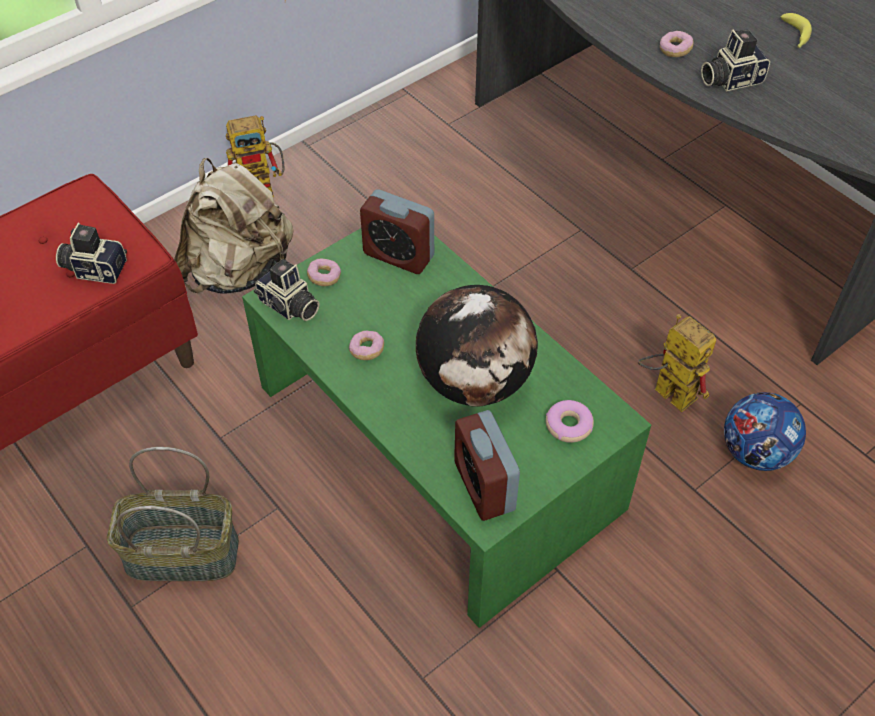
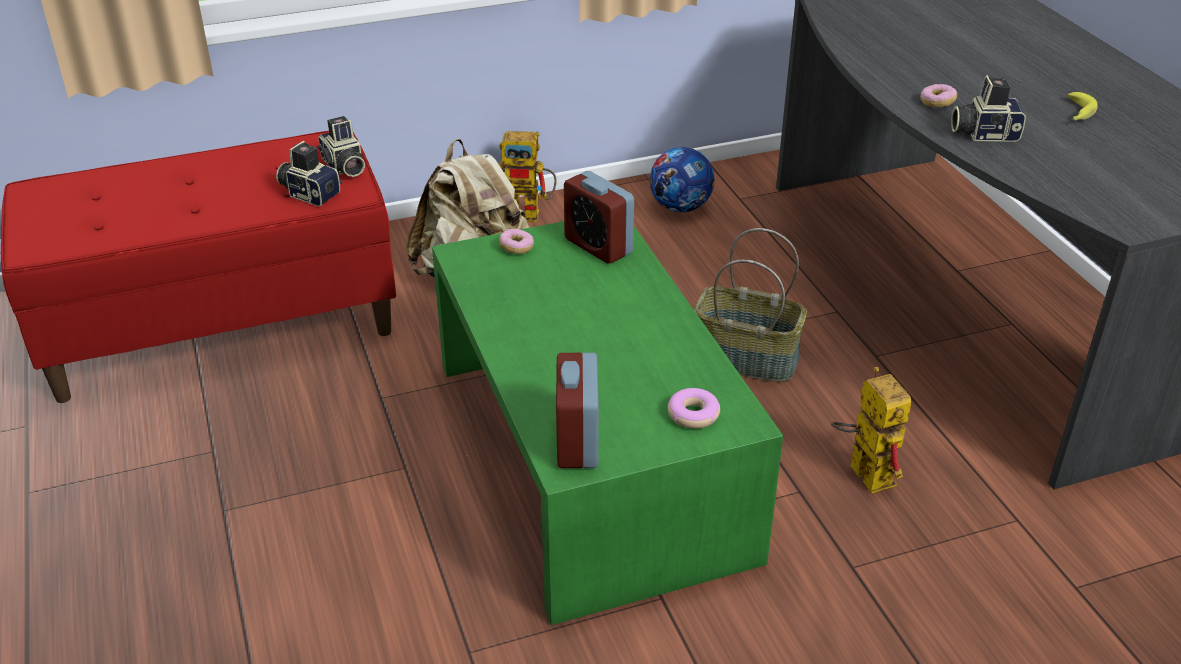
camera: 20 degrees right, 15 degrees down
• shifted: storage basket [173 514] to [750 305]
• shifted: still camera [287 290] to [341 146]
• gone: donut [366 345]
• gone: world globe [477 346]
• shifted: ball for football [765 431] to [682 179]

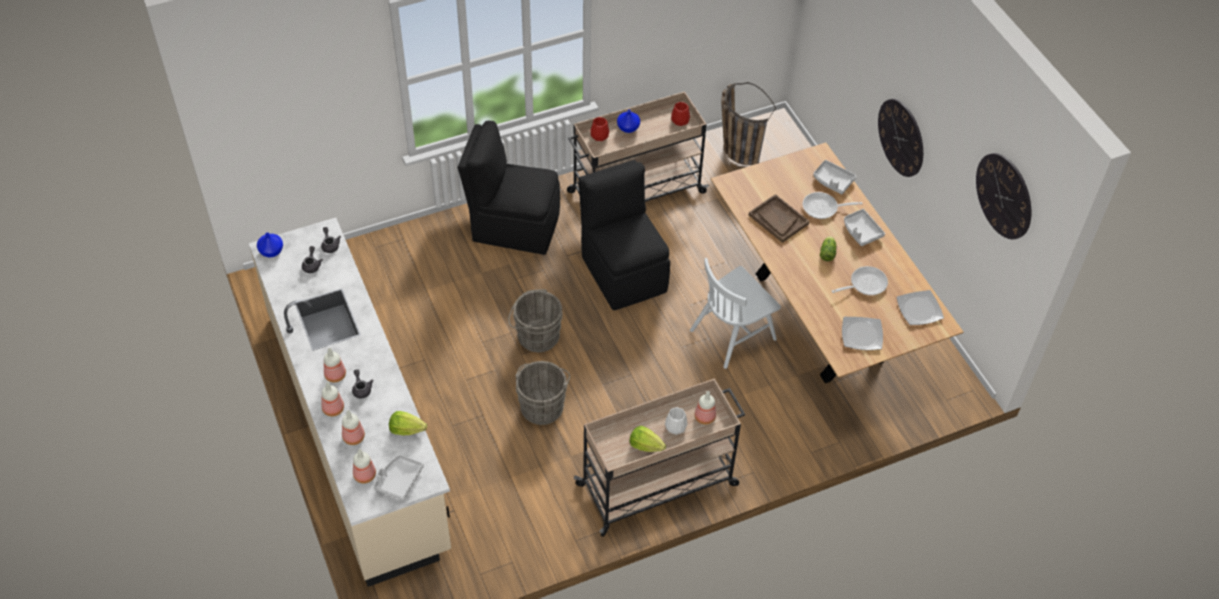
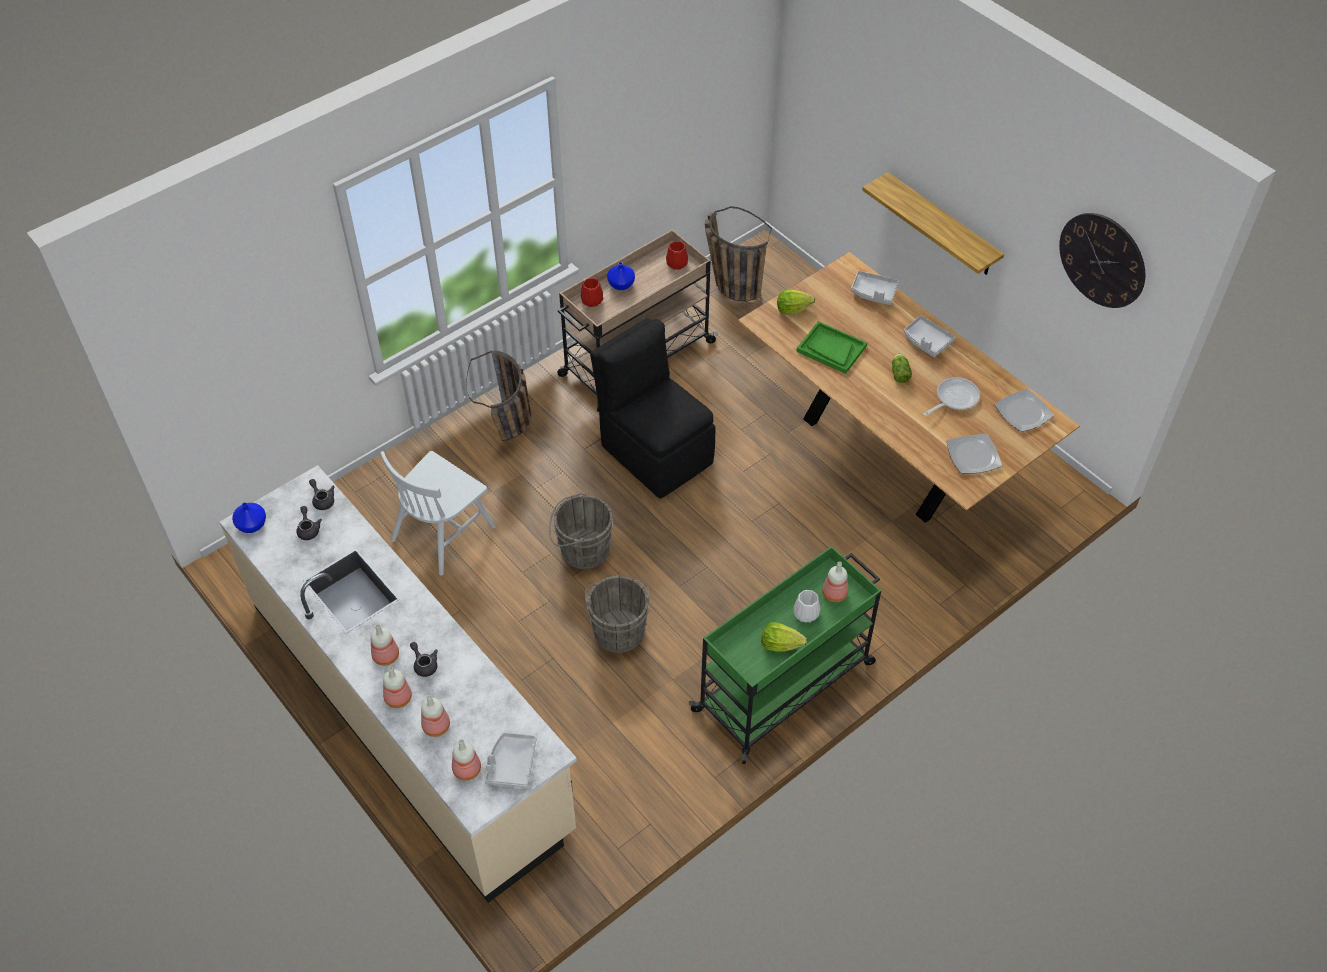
camera: 15 degrees left, 0 degrees up
• shifted: lettuce head [408 423] to [796 302]
• swapped: plain chair in black-coloured [509 188] to storage basket [498 395]
• repainted: cart in beige-coloured [659 457] to cart in green-coloured [785 655]
• shifted: plain chair in white [735 313] to [438 513]
• repainted: tray in brownish [779 218] to tray in green-coloured [831 347]
• gone: pan [833 205]
• swapped: hanging clock [900 138] to shelf [933 223]

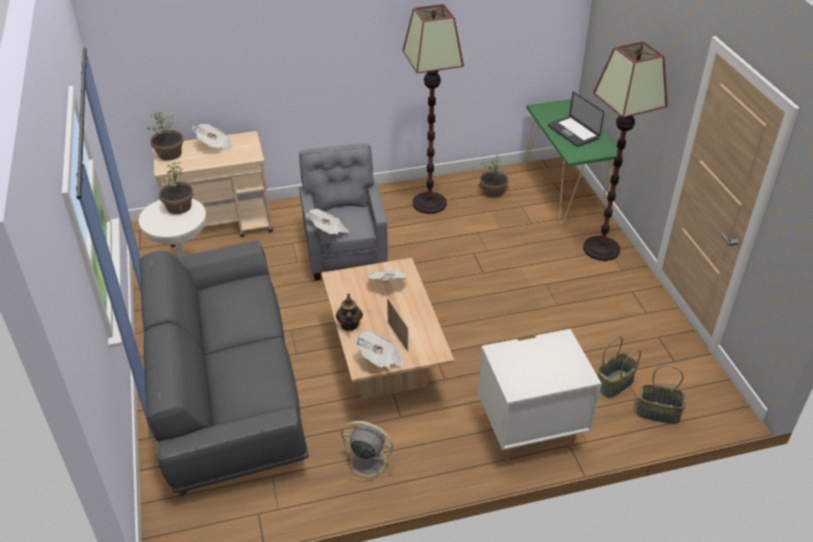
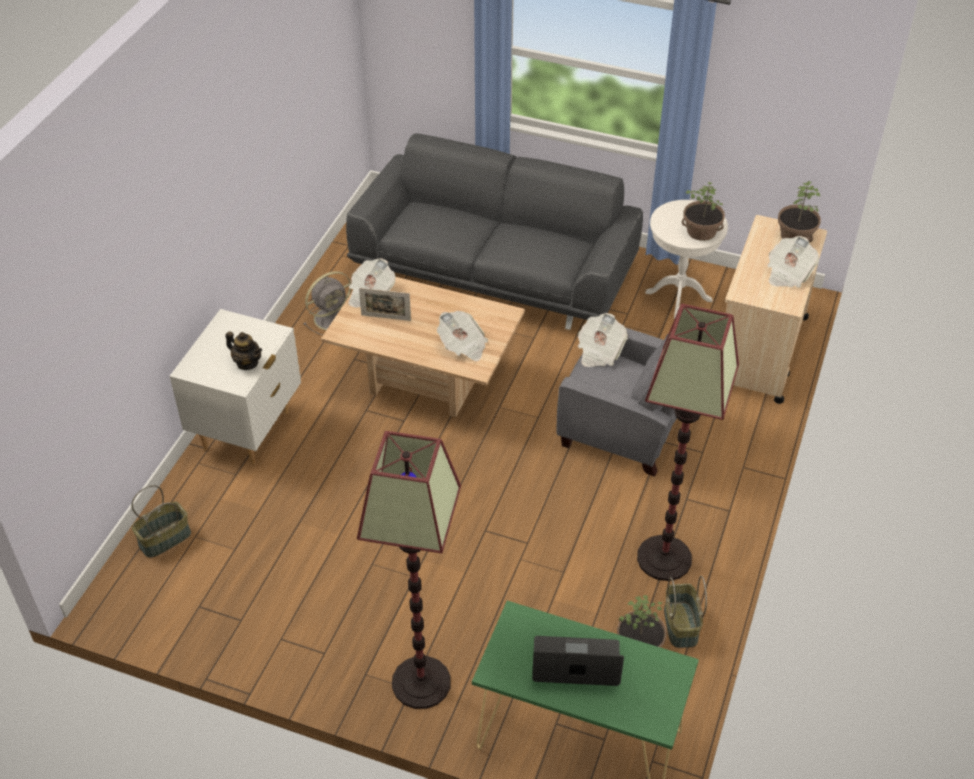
camera: 125 degrees right, 5 degrees up
• shifted: tea pot [349 312] to [244 350]
• shifted: storage basket [619 367] to [685 612]

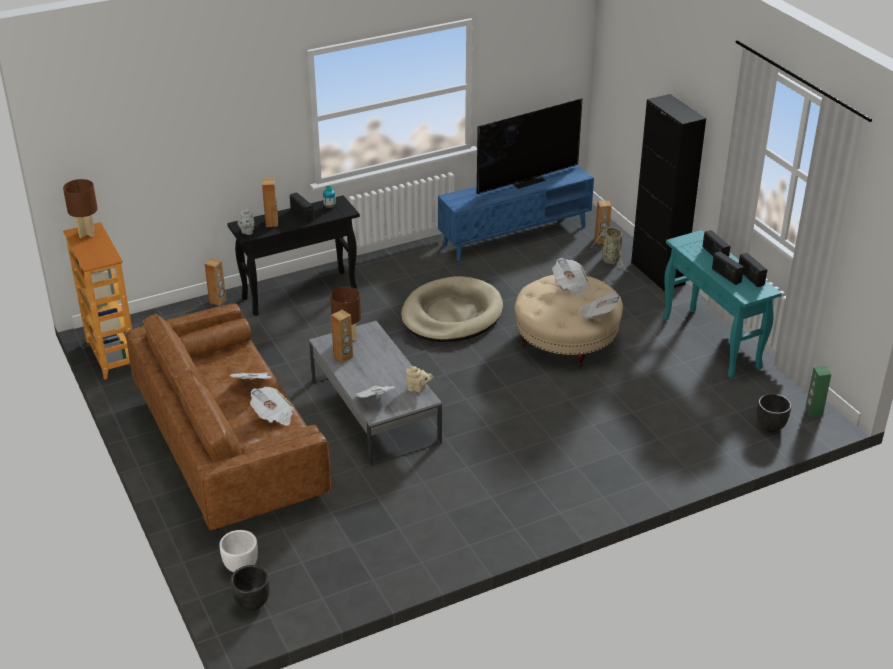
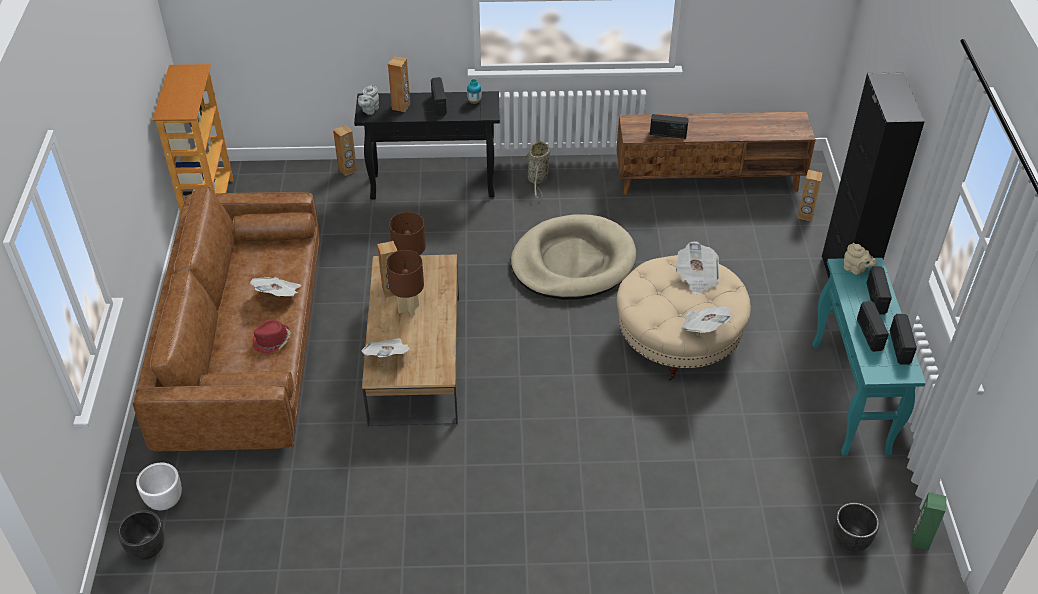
camera: 25 degrees right, 10 degrees up
• shifted: lamp for a table in brownish [80 208] to [405 283]
• swapped: printed paper [272 406] to clothing hat in red-coloured [271 336]
• repainted: lounge table in greyish [375 393] to lounge table in brownish [410 340]
• shifted: tea pot in beige-coloured [419 379] to [860 259]
• repainted: tv stand in blue-coloured [516 213] to tv stand in brownish [716 153]
• gone: TV [529 146]
• shifted: storage basket [609 249] to [536 169]
• new: radio [669 126]

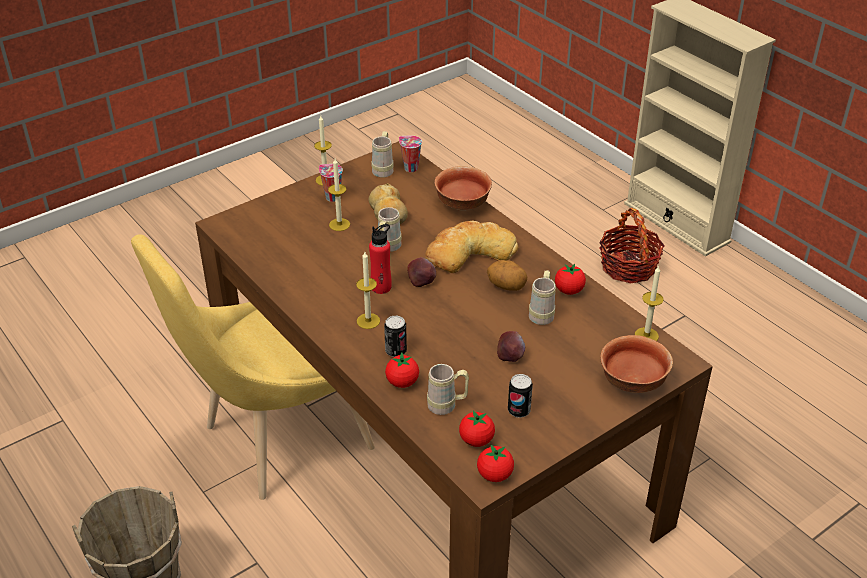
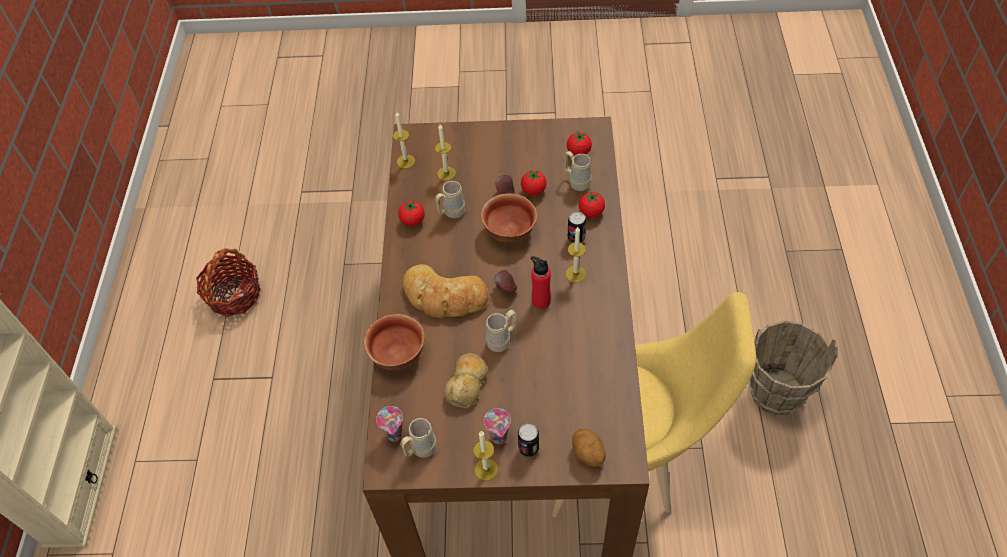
camera: 140 degrees left, 15 degrees up
• shifted: wax candle [339 194] to [445 152]
• shifted: whole tomato [495 463] to [534 183]
• shifted: whole potato [507 275] to [589 448]
• shifted: sealed can [520 396] to [528 440]
• shifted: storage basket [632 245] to [228 283]
• shifted: serving bowl [636 364] to [509 217]

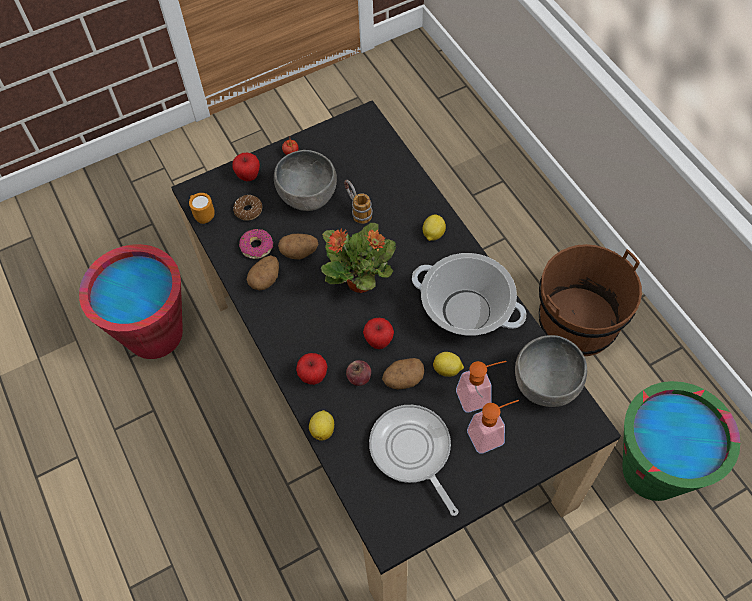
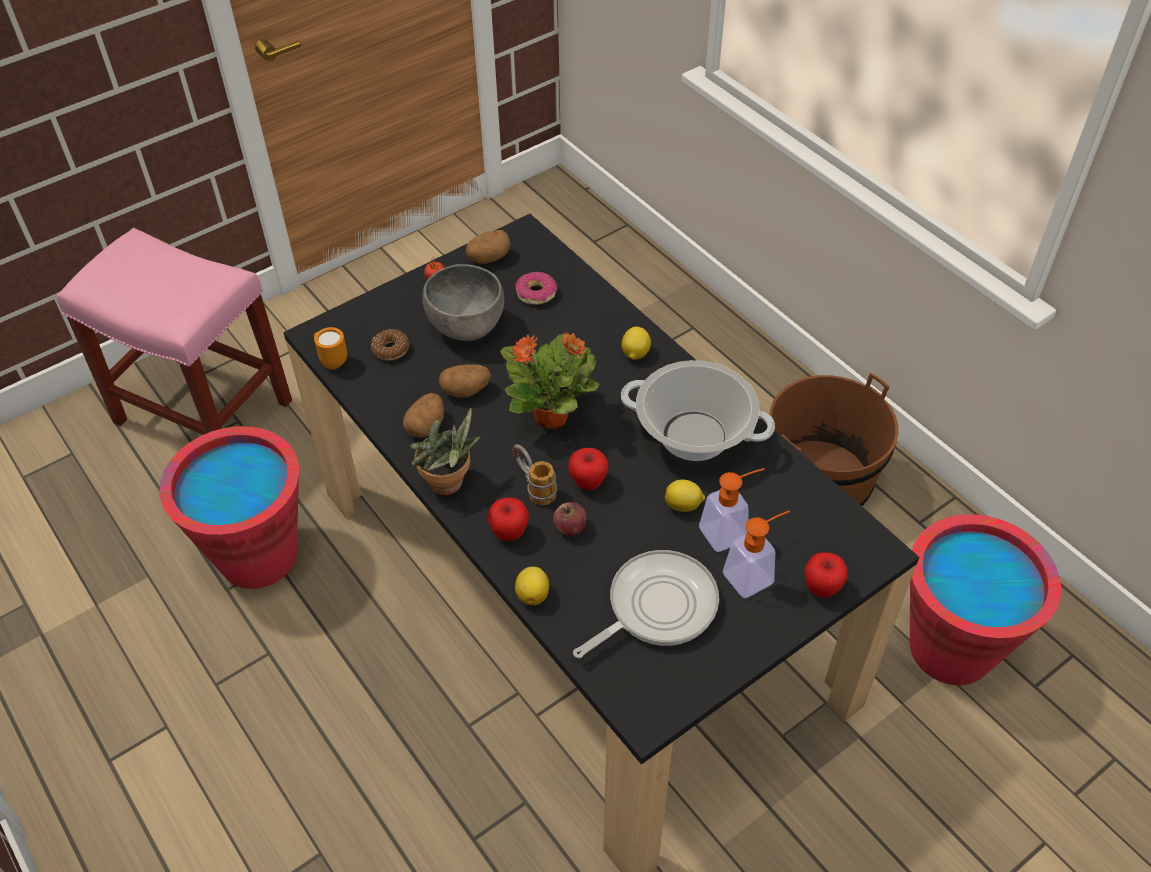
camera: 10 degrees left, 10 degrees down
• shifted: apple [246 167] to [826 574]
• shifted: donut [256 244] to [536 288]
• shifted: mug [358 202] to [534 474]
• rotated: pan [414 460] = [646 604] 90 degrees clockwise
• shifted: whole potato [403 373] to [487 247]
• gone: serving bowl in greyish [551 371]
• repainted: water bucket in green-coloured [681 441] to water bucket in red-coloured [985 599]
• new: sitting stool in pinkish [174 331]
• new: potted plant [445 451]

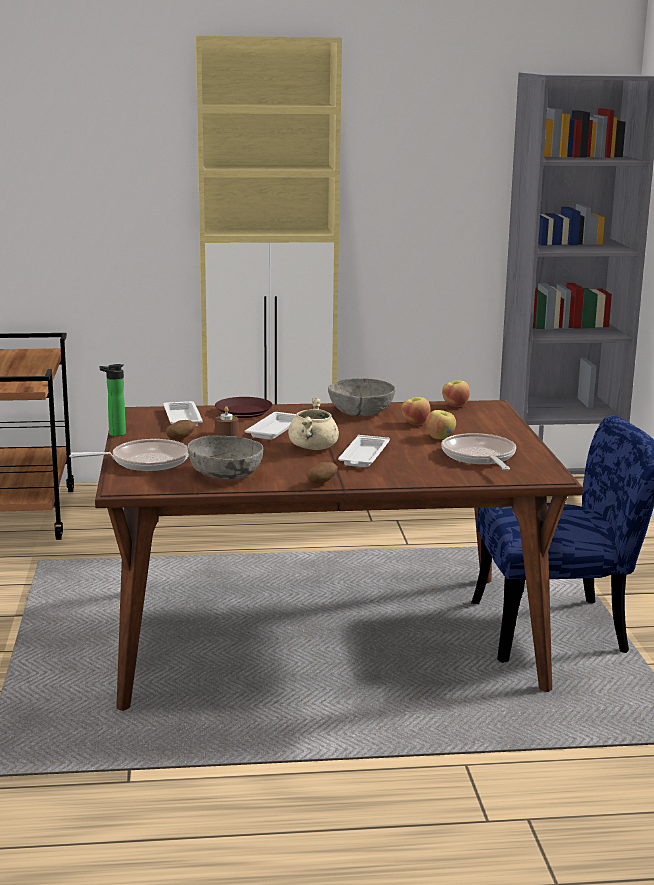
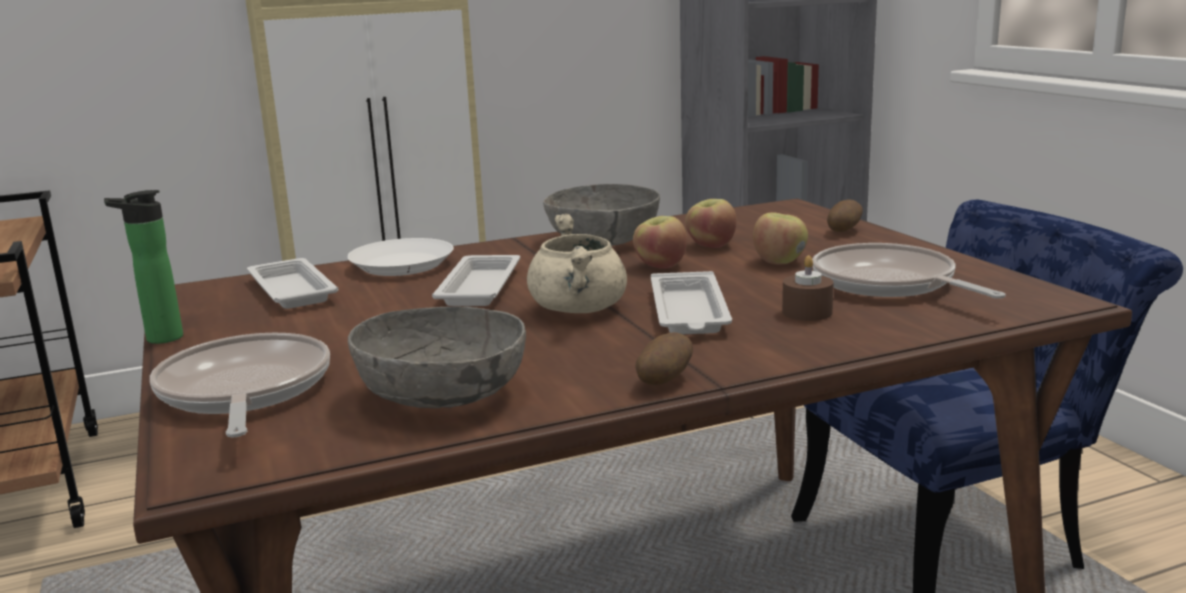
camera: 15 degrees left, 0 degrees up
• rotated: pan [129 455] = [240 385] 75 degrees counterclockwise
• shifted: whole potato [181 430] to [845 215]
• repainted: dinner plate in brownish [244 407] to dinner plate in white [400 257]
• shifted: wax candle in brownish [227 421] to [808 288]
• shifted: apple [456 393] to [660 242]

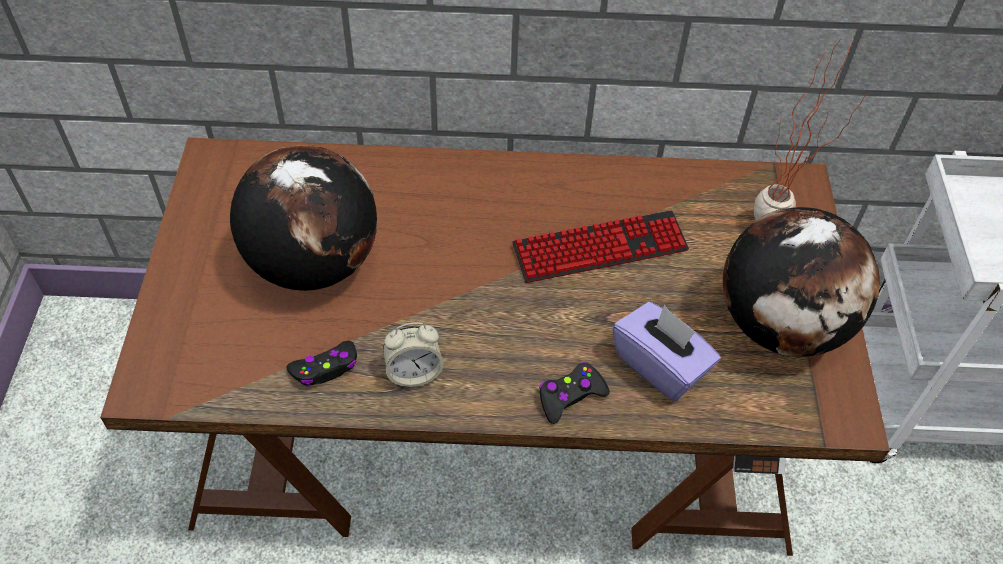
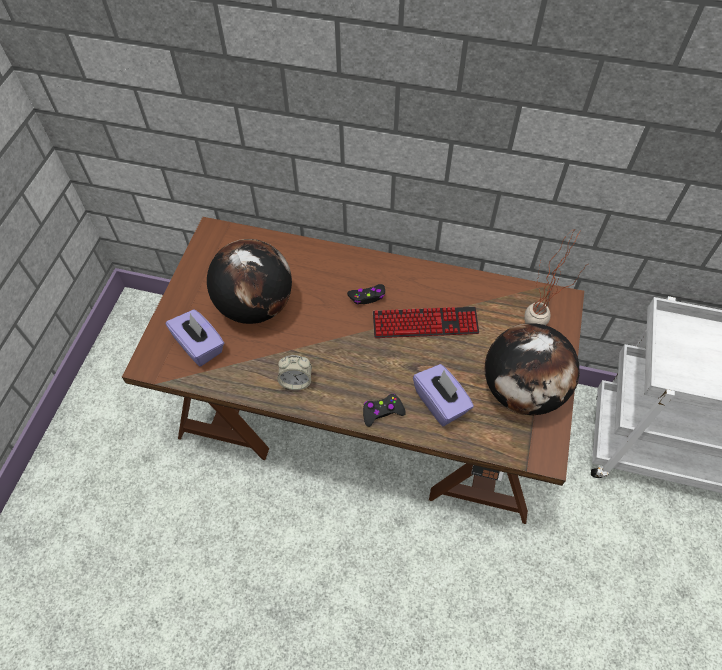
camera: 15 degrees right, 5 degrees up
• shifted: game controller in black-coloured [321 364] to [366 294]
• new: tissue holder in purple-coloured [194 338]

